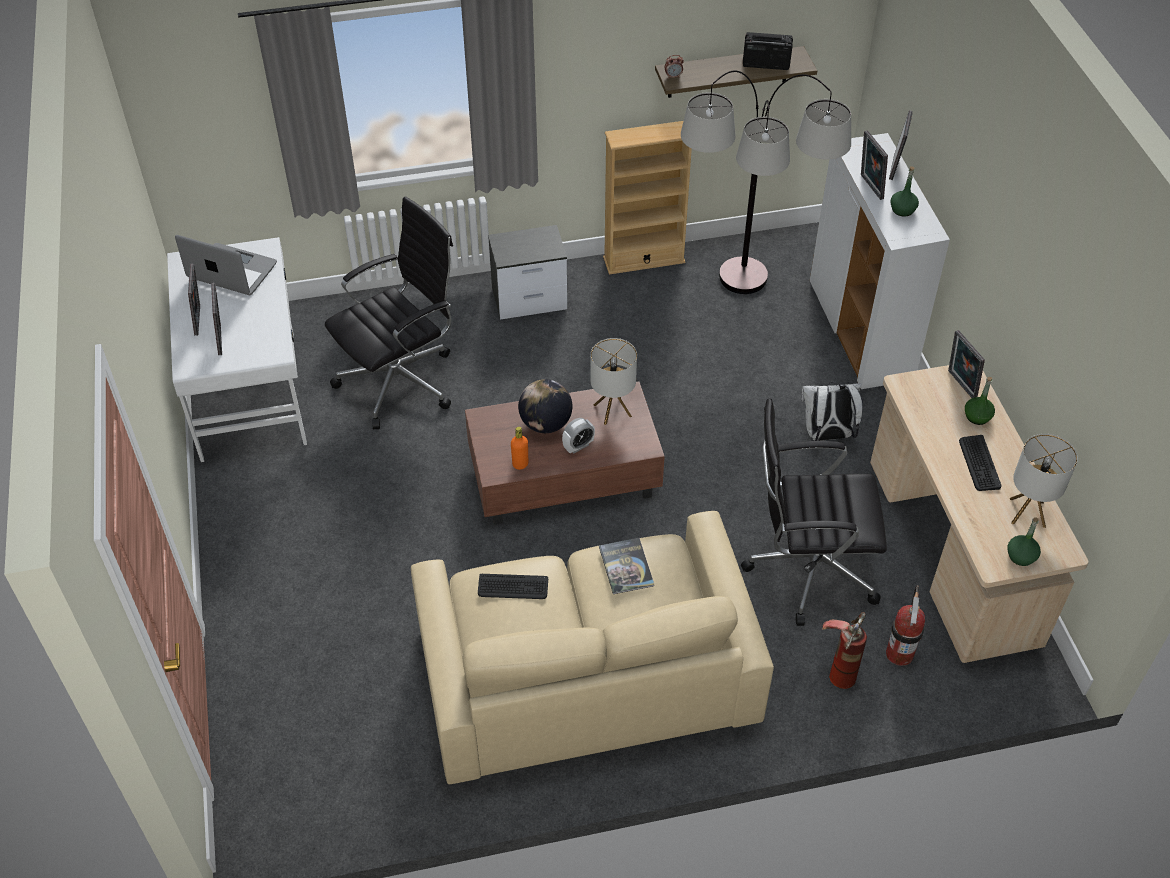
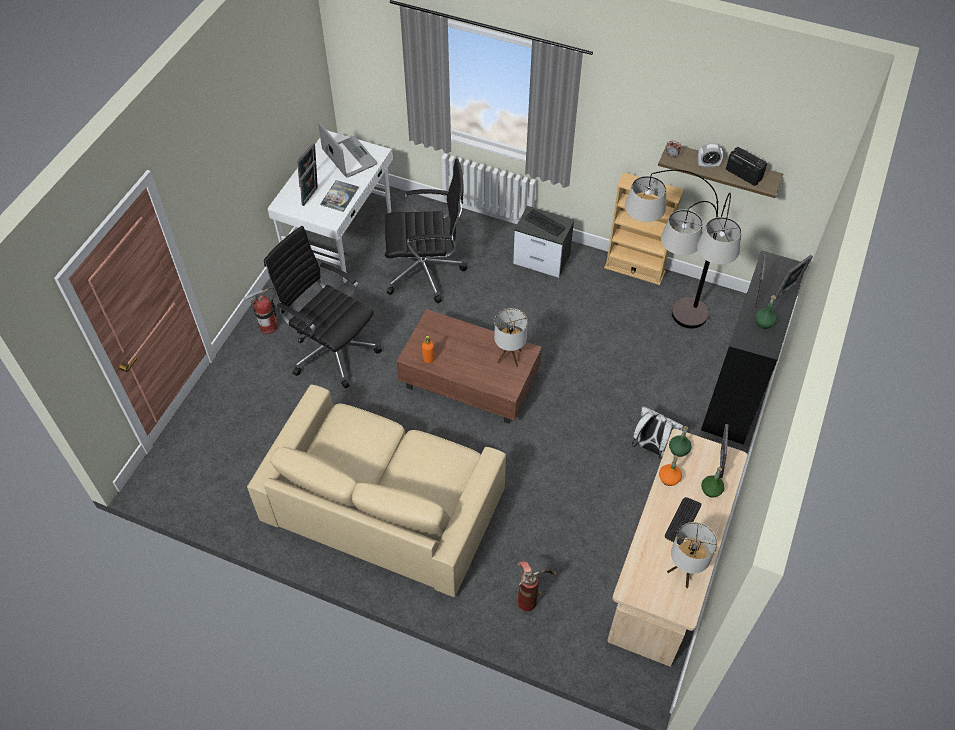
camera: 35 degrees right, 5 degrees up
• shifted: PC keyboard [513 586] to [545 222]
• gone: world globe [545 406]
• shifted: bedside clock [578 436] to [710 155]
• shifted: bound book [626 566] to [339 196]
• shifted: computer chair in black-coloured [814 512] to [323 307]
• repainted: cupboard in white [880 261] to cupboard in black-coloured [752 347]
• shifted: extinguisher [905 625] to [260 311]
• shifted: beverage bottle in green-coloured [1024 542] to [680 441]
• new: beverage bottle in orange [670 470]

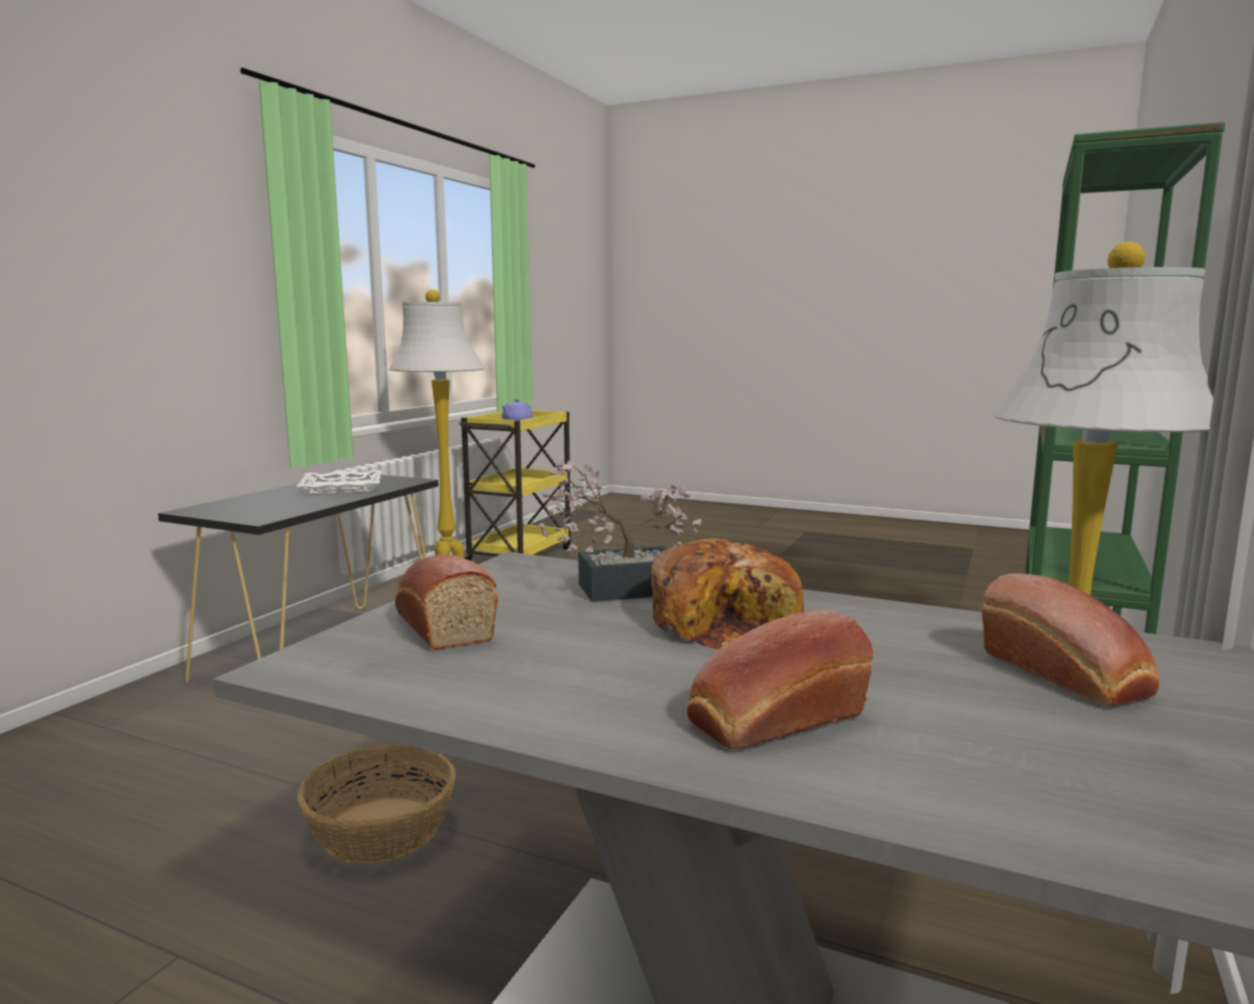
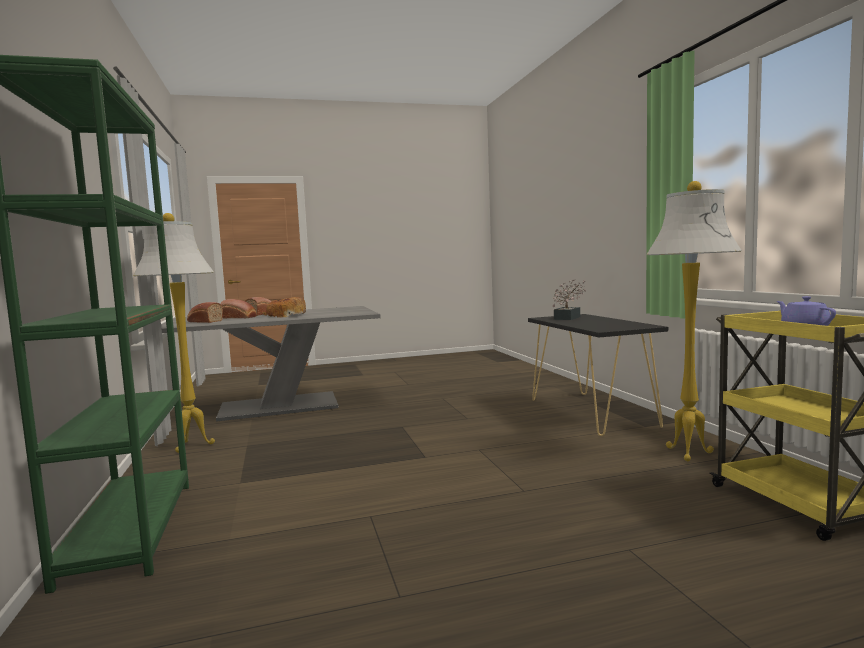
camera: 140 degrees right, 5 degrees down
• gone: tray in white [339 482]
• gone: storage basket [376 804]
• shifted: bread [446 602] to [239 308]
• shifted: potted plant [620 531] to [569 299]

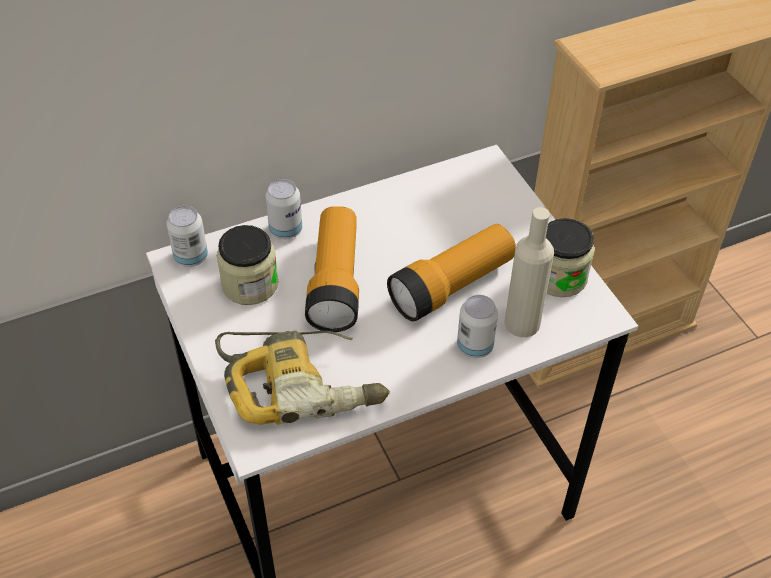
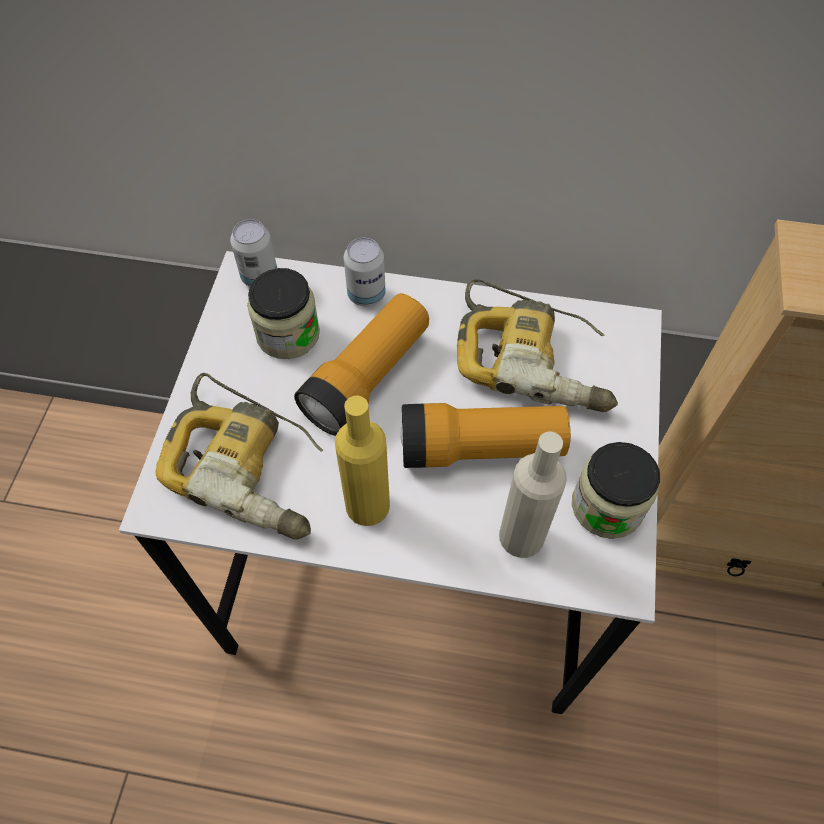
camera: 35 degrees right, 10 degrees up
• gone: sealed can [477 326]
• new: beverage bottle in yellowish [362 460]
• new: power drill [537 345]

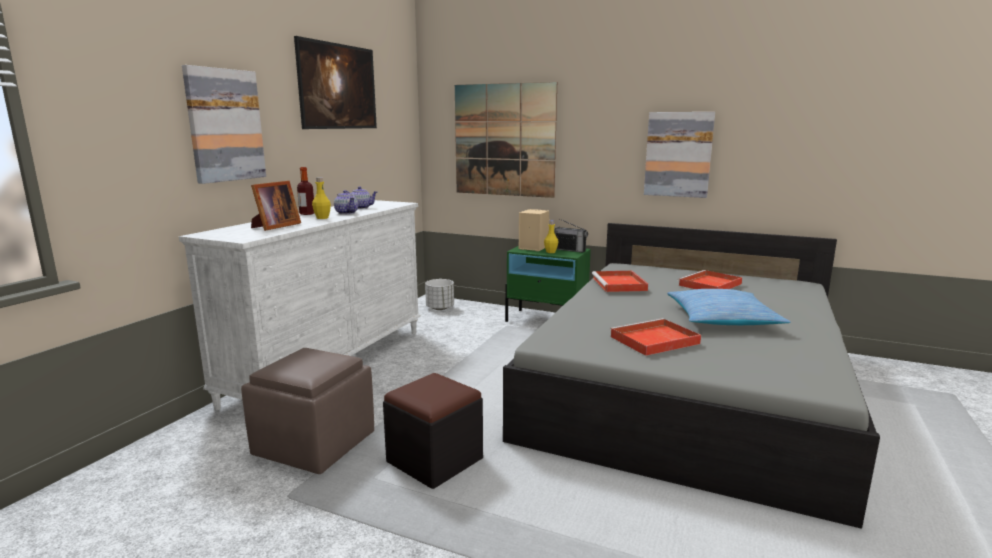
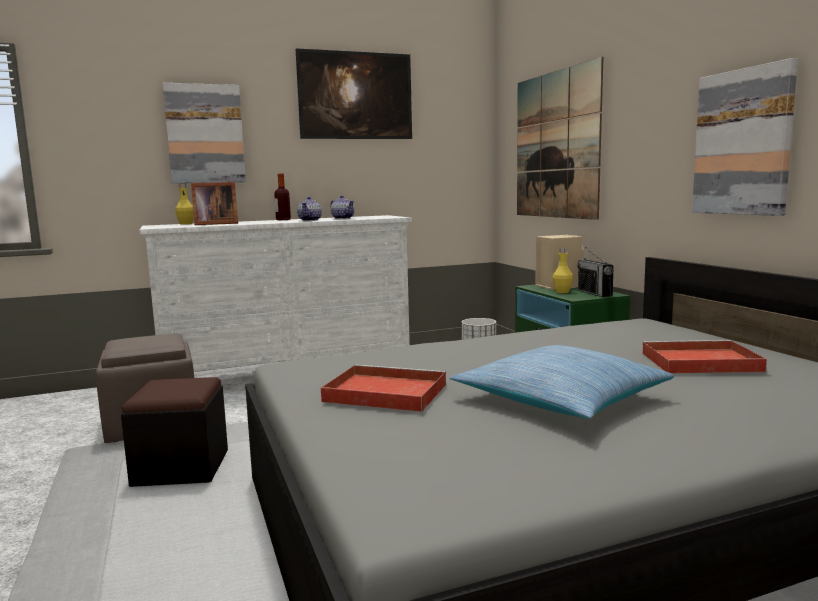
camera: 45 degrees right, 5 degrees down
• shifted: beverage bottle in yellowish [321 198] to [184 204]
• gone: tray in red-coloured [620 281]

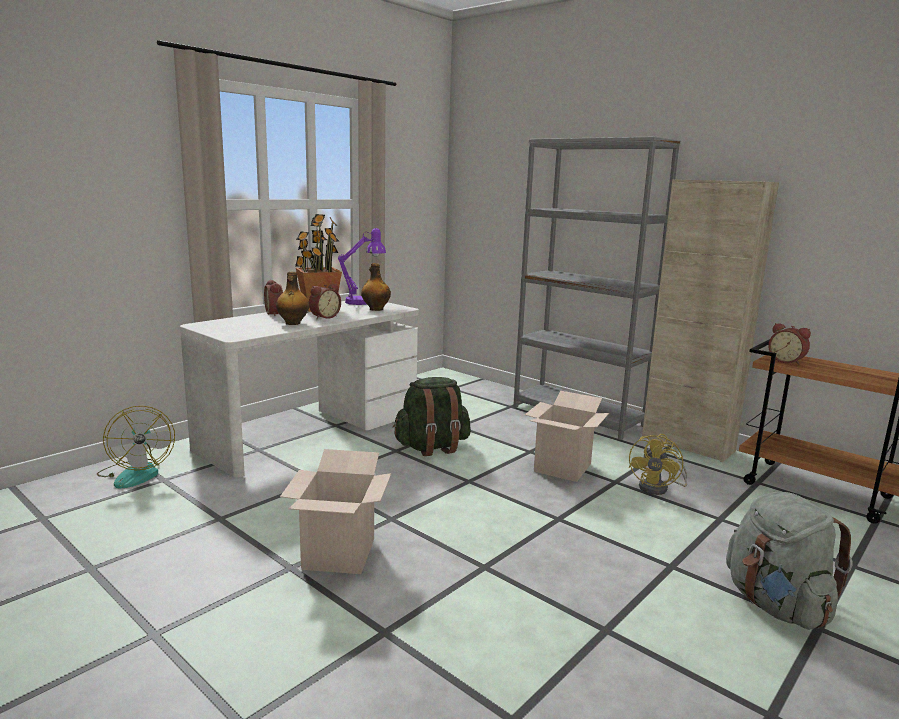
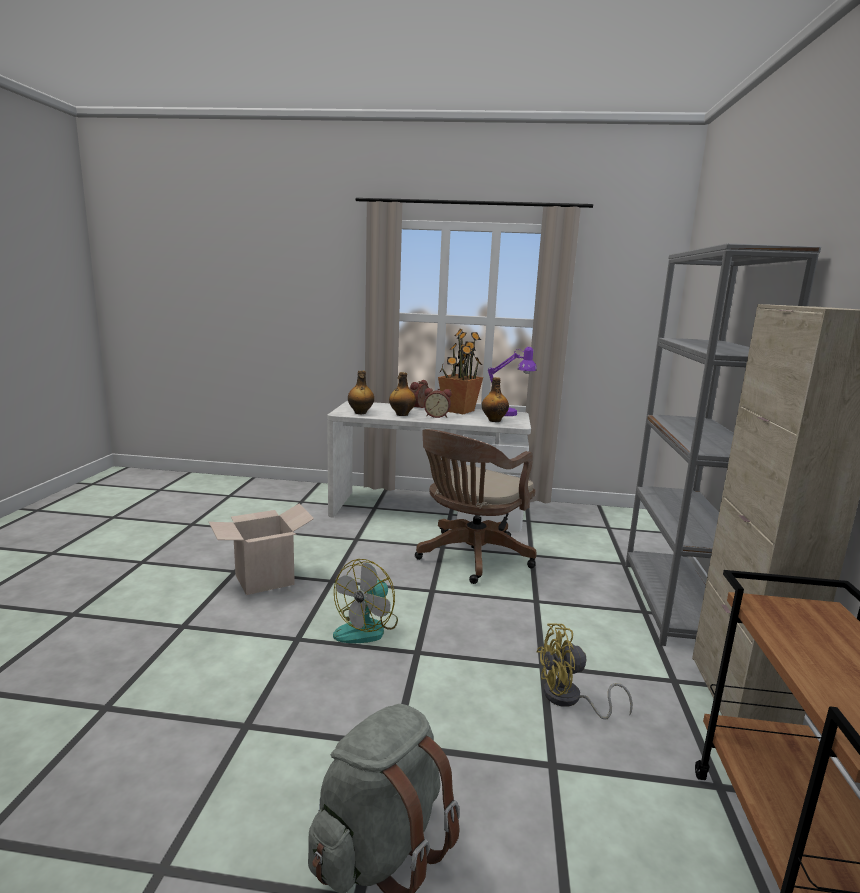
camera: 55 degrees right, 0 degrees up
• shifted: cooling fan [136 447] to [365 601]
• swapped: backpack in green-coloured [432 416] to computer chair in brownish [476 506]
• gone: cardboard box [567 436]
• gone: bedside clock [789 344]
• new: beverage bottle [361 392]

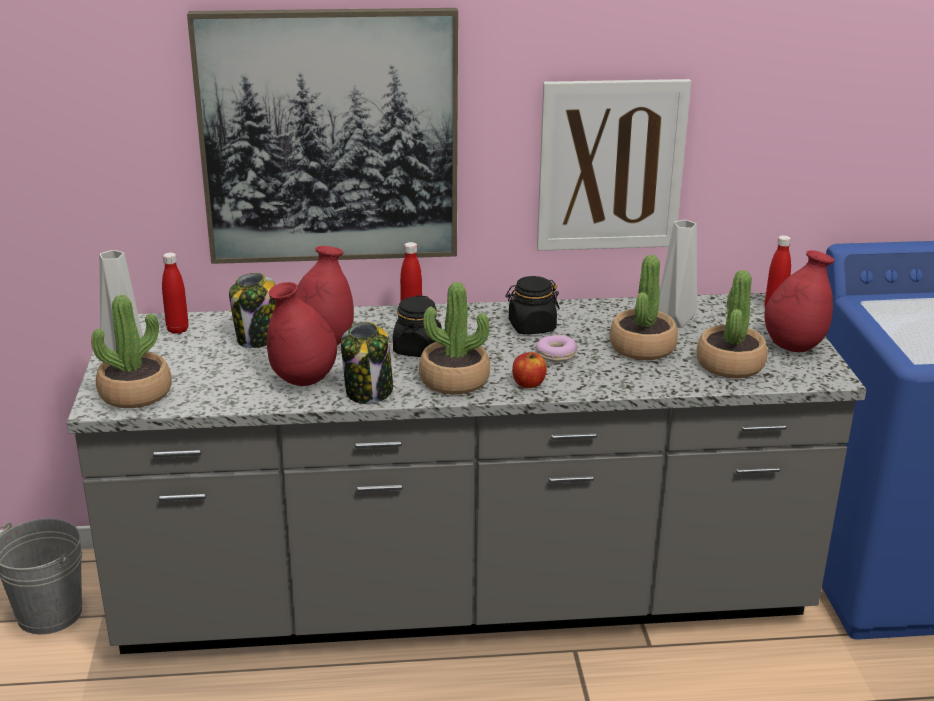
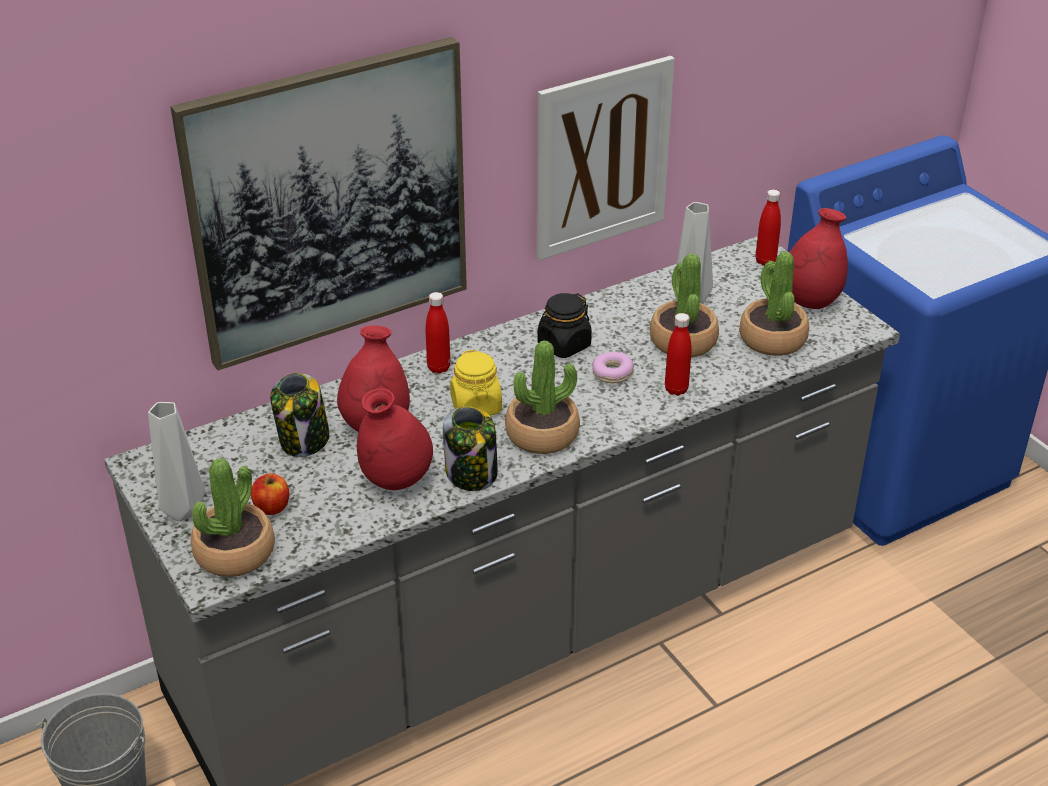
camera: 25 degrees left, 10 degrees up
• shifted: beverage bottle in red-coloured [175 293] to [678 354]
• repainted: preserve jar in black-coloured [417 326] to preserve jar in yellowish [476 383]
• shifted: apple [529 370] to [270 494]

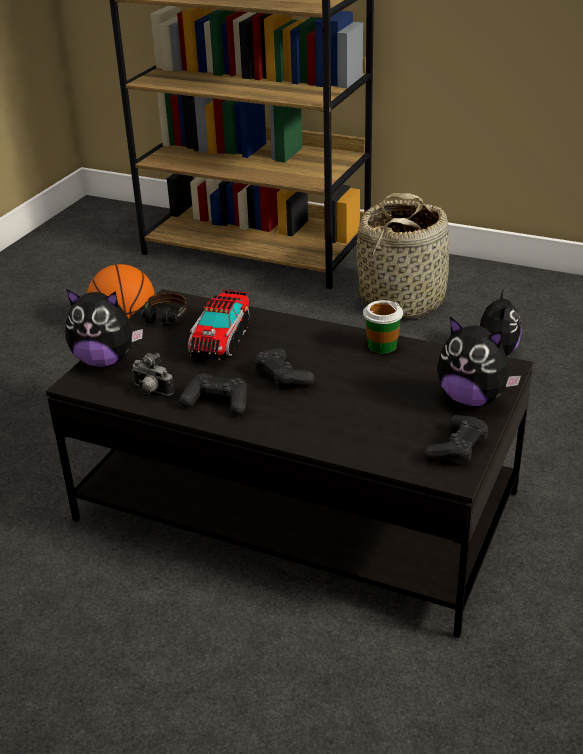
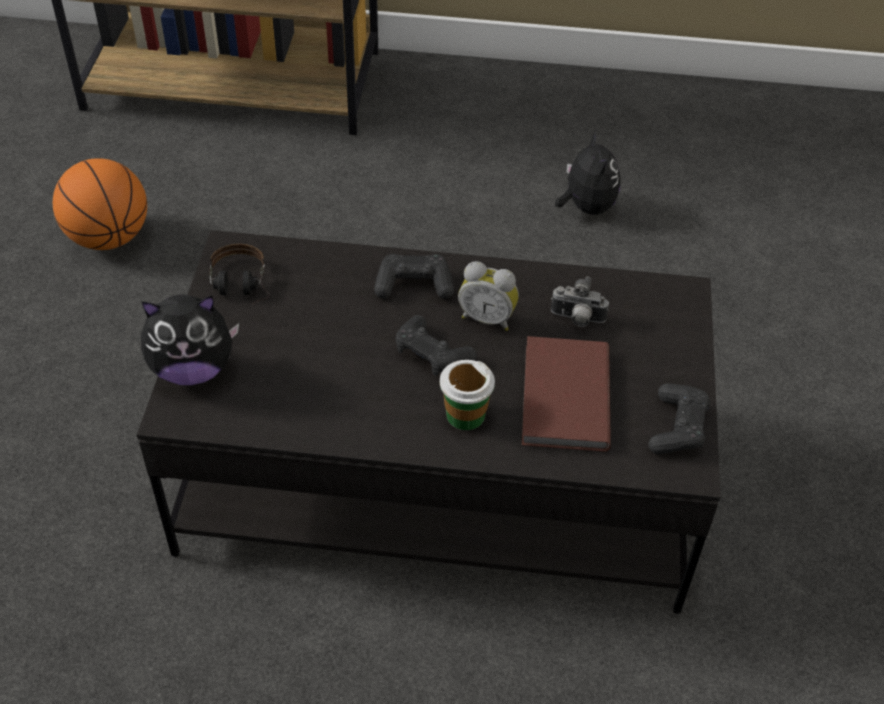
camera: 20 degrees left, 15 degrees up
• shifted: still camera [153 374] to [580 302]
• shifted: game controller in black-coloured [213 394] to [414 276]
• gone: toy lorry [218 325]
• gone: storage basket [403 256]
• shifted: cup [383 326] to [467 395]
• gone: plush toy [479 361]
• new: bedside clock [488 296]
• new: bound book in brownish [566 394]

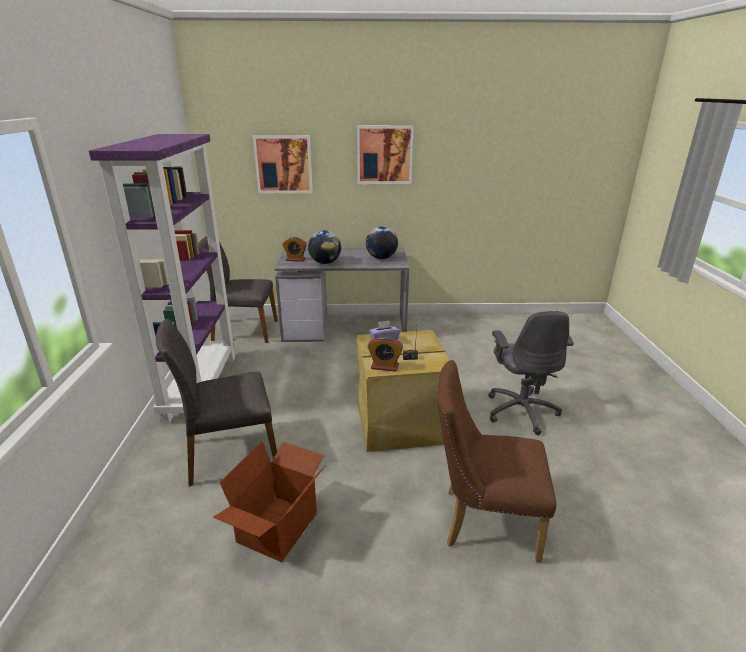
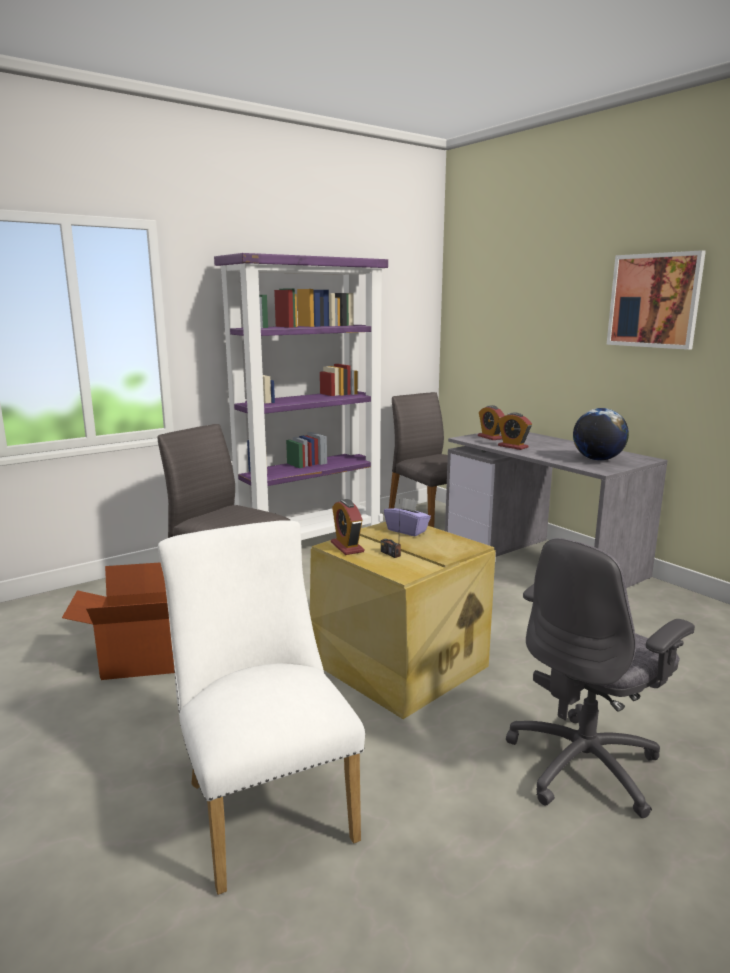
camera: 55 degrees right, 10 degrees down
• gone: picture [283 164]
• swapped: world globe [324 247] to bedside clock [515 431]
• repainted: plain chair in brownish [496 461] to plain chair in white [261 707]

